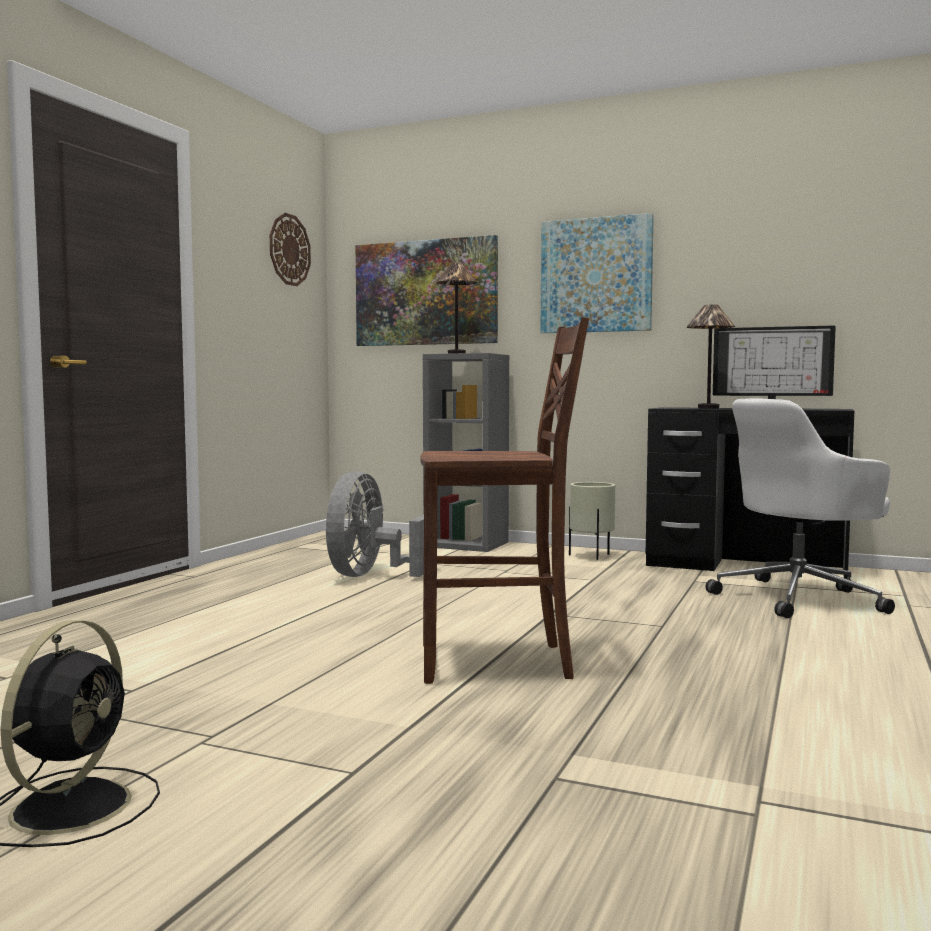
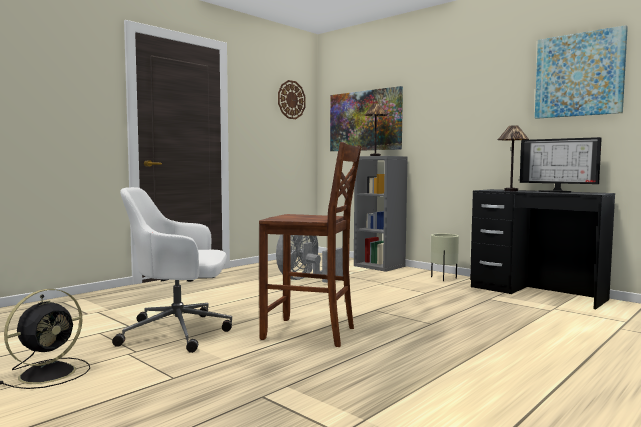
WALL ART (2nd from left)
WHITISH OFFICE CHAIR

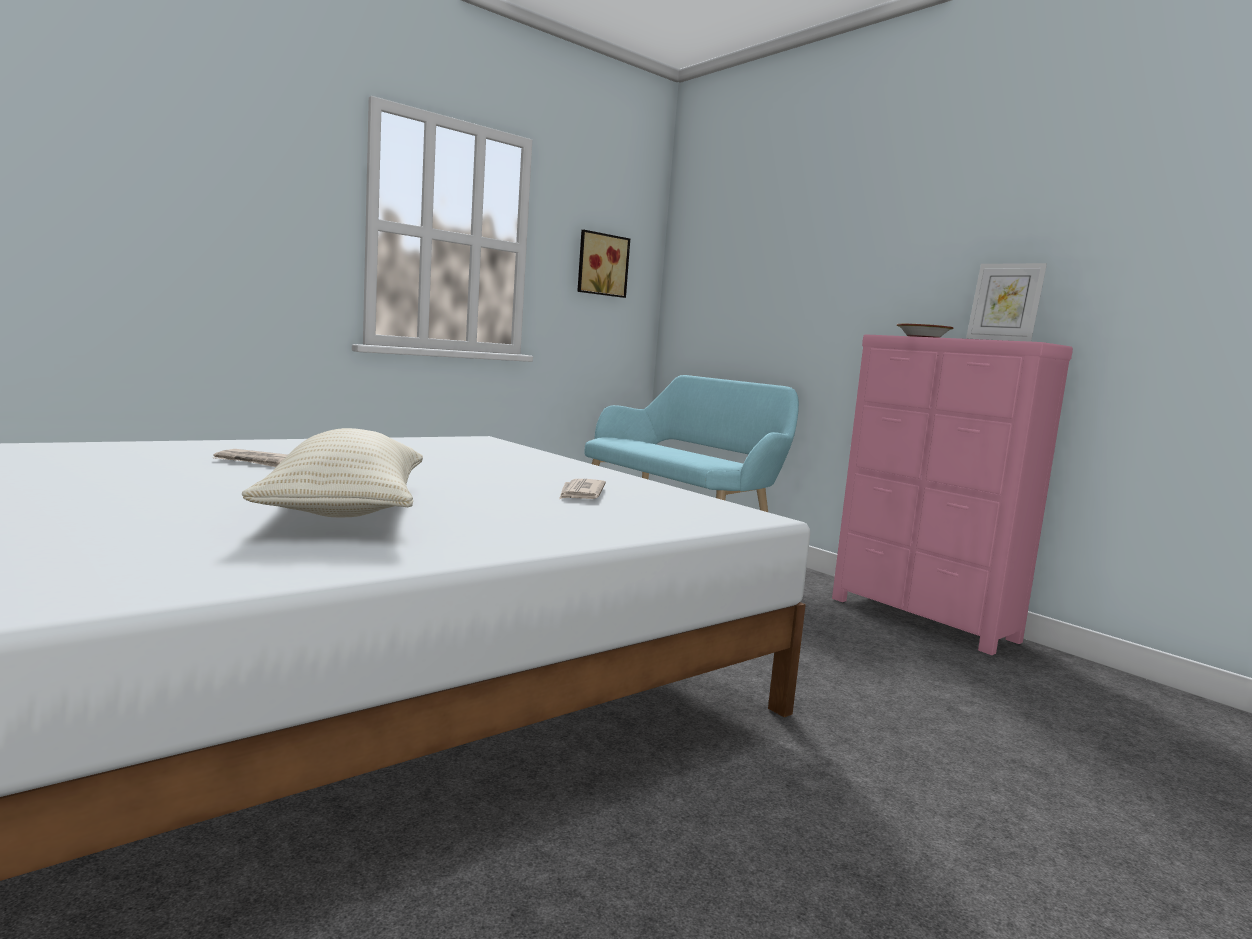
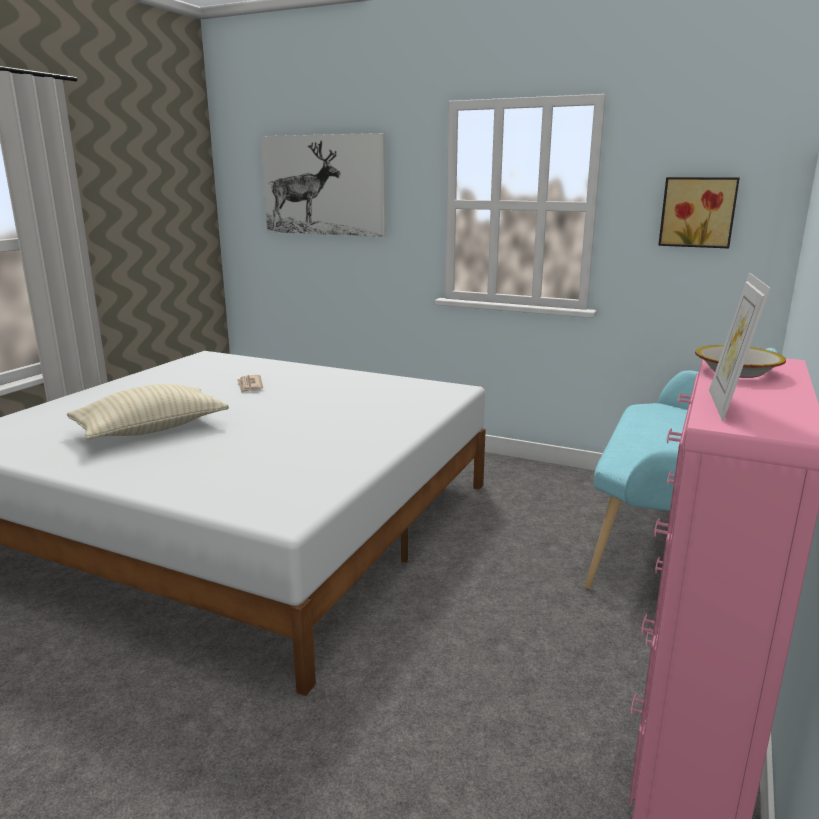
DAILY PAPER (2nd from left in the first image)
WALL ART (1st from left)

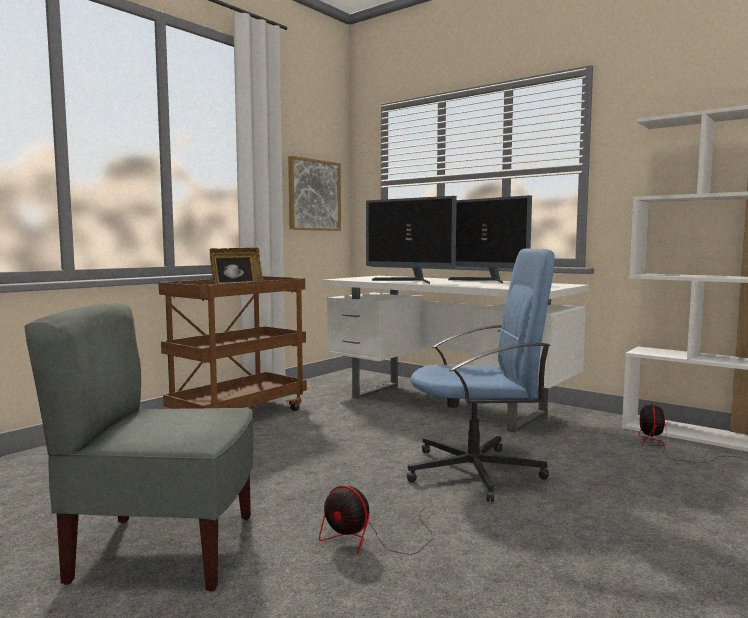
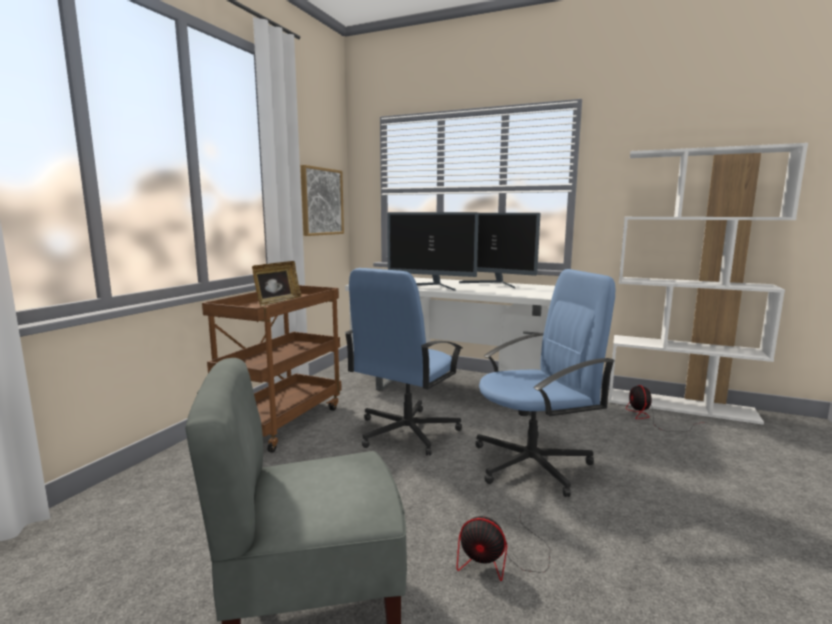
BLUE OFFICE CHAIR (1st from left)

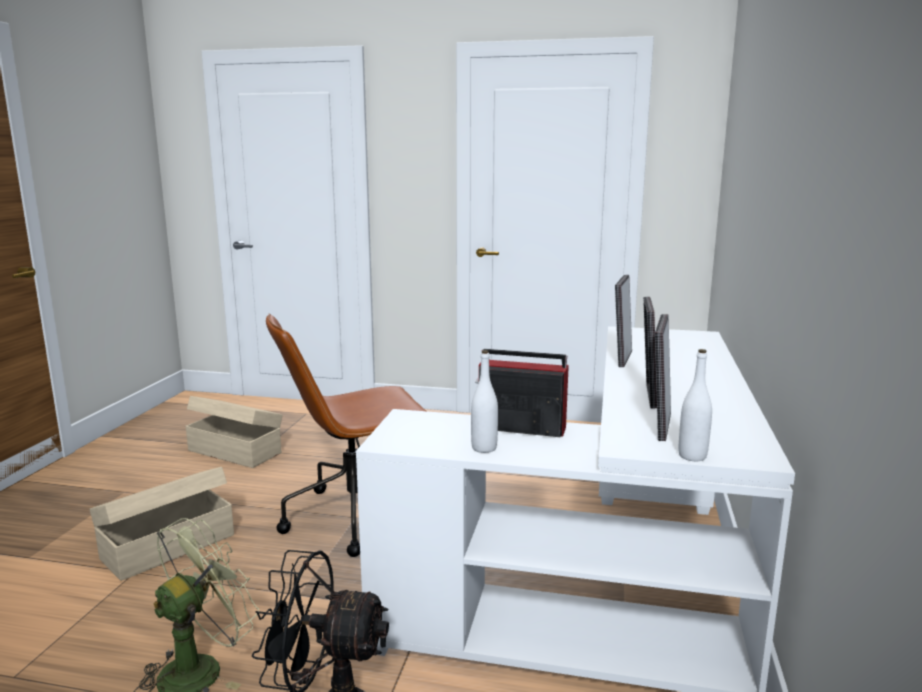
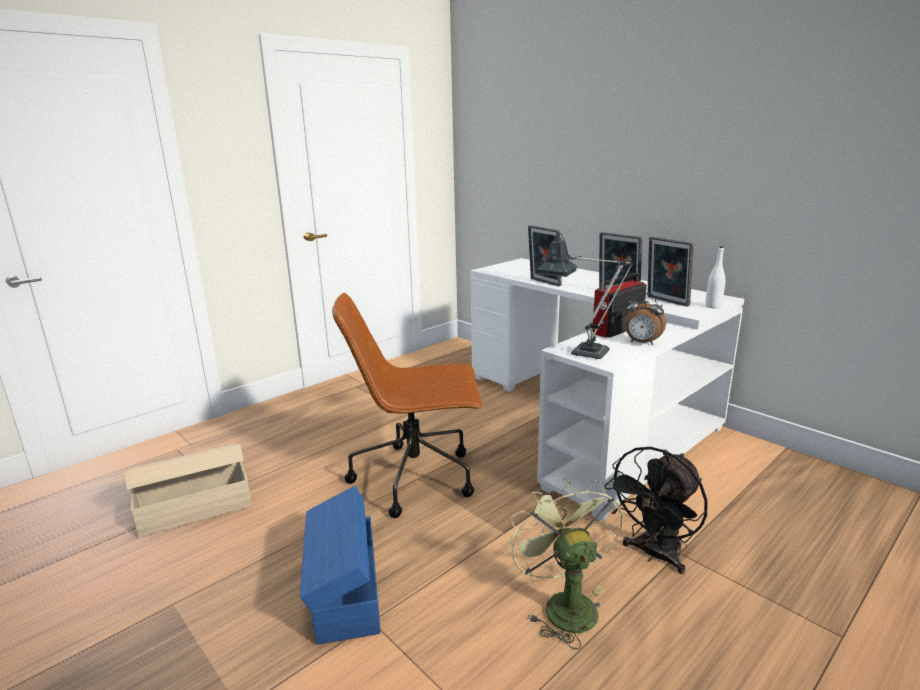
LAMP FOR A TABLE
BEDSIDE CLOCK
BLUE STORAGE BOX
BROWN OFFICE CHAIR

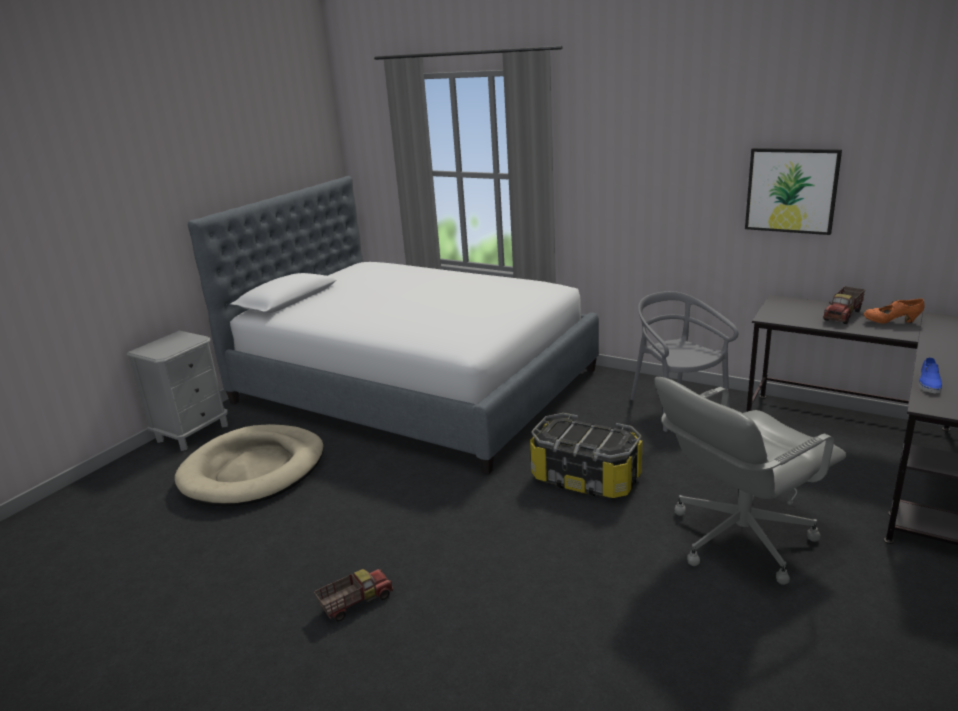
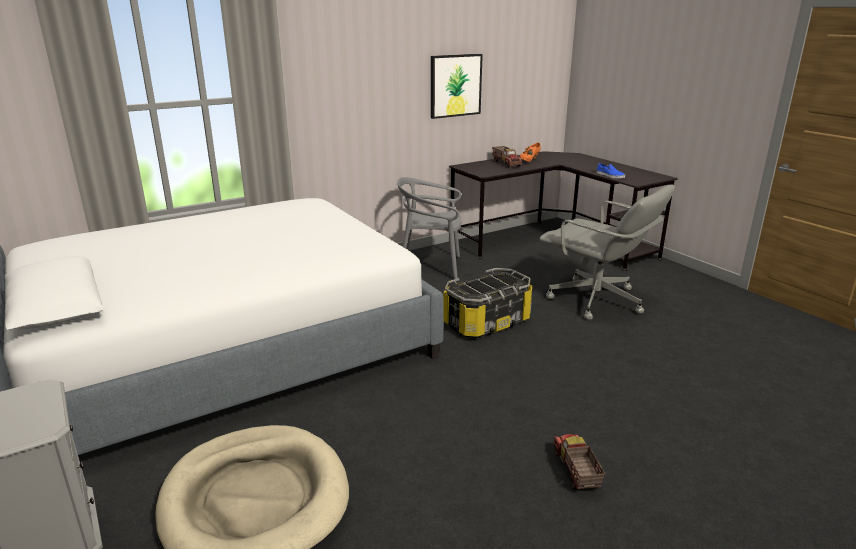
GREY OFFICE CHAIR

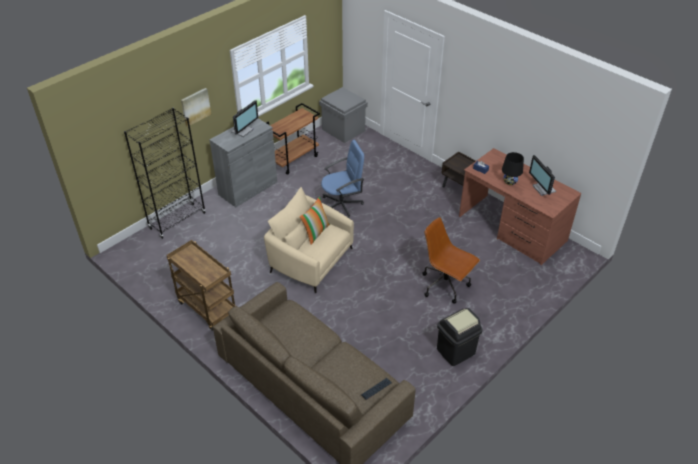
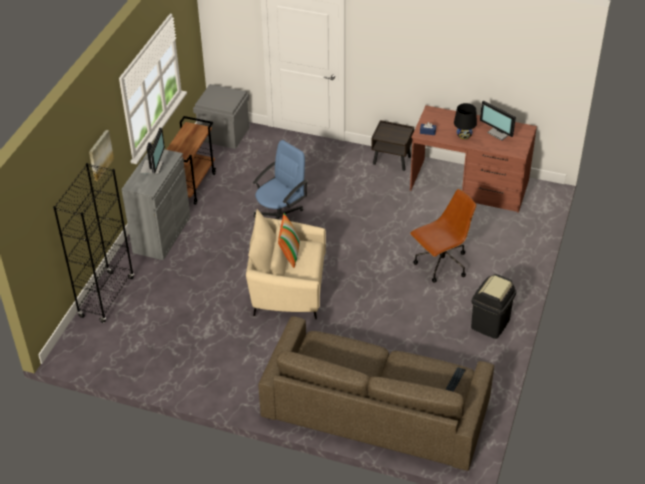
BROWN WHEELED CART (1st from left in the first image)
BROWN OFFICE CHAIR

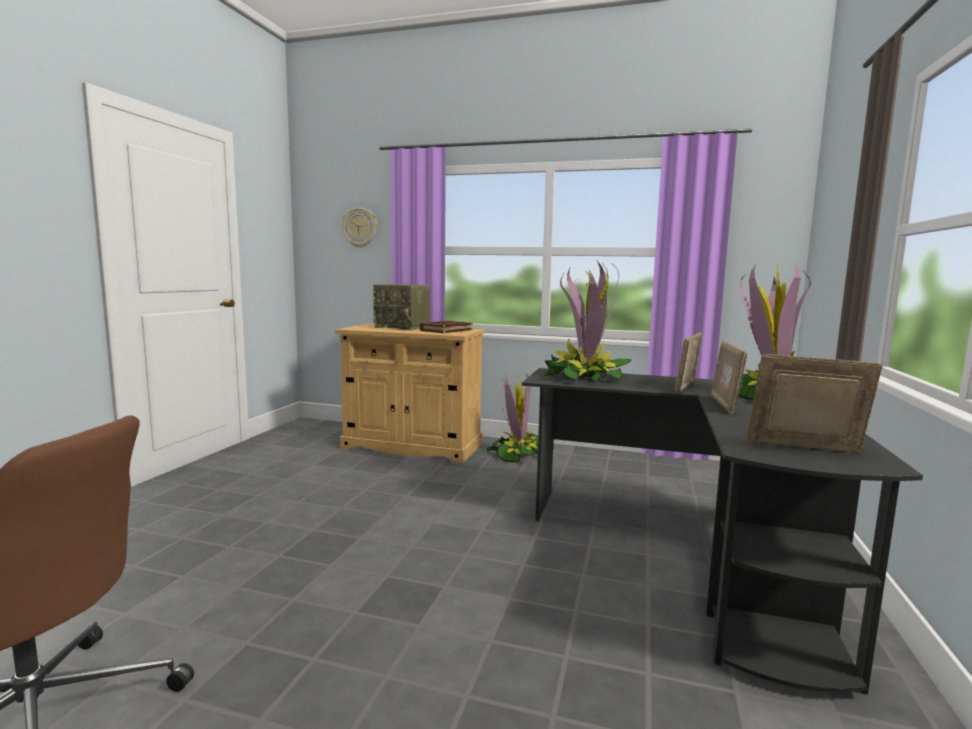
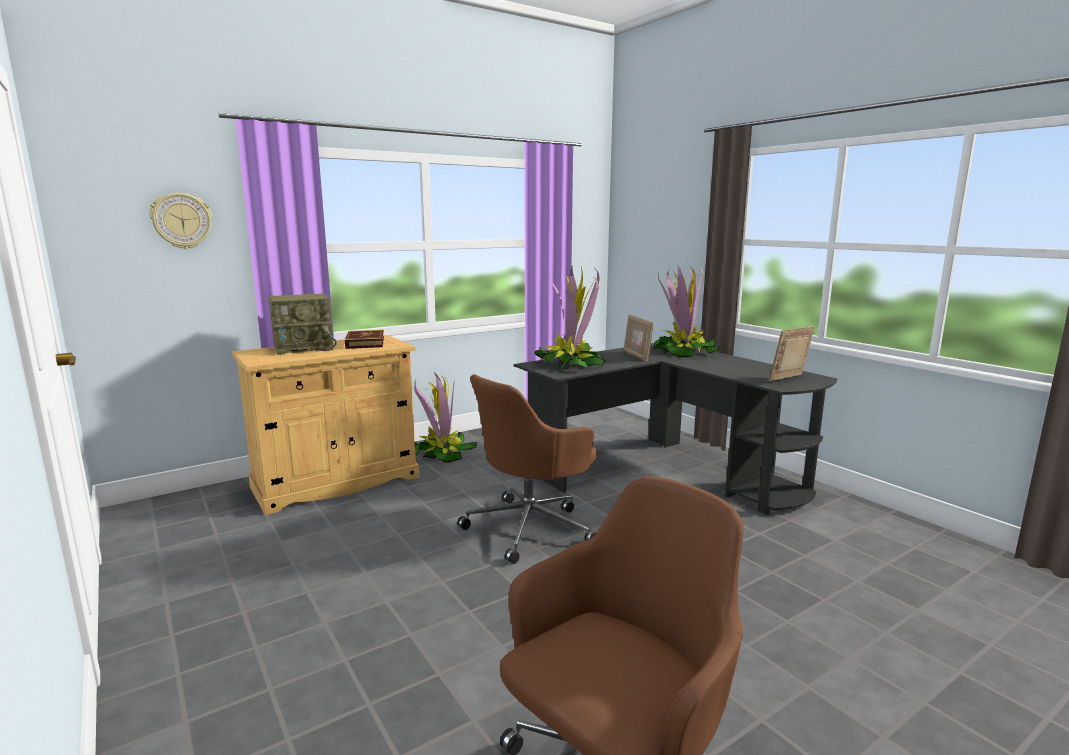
PHOTO FRAME (2nd from left in the first image)
BROWN OFFICE CHAIR (1st from left)

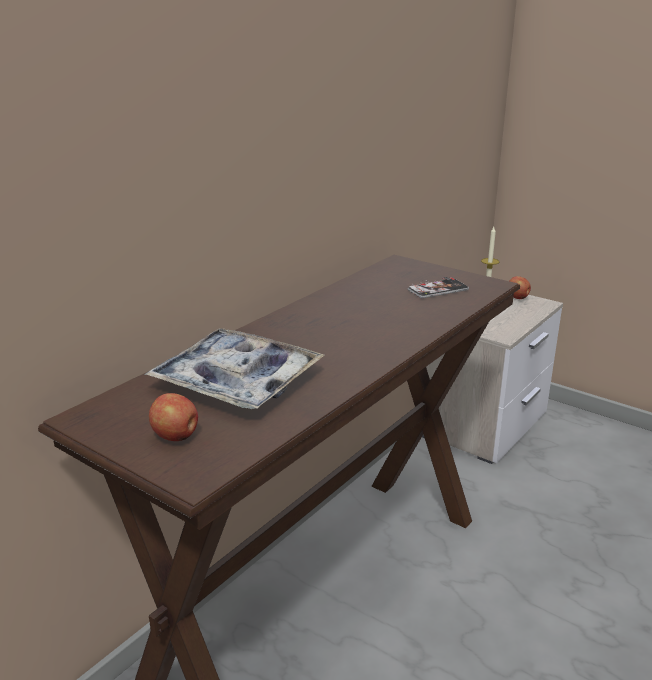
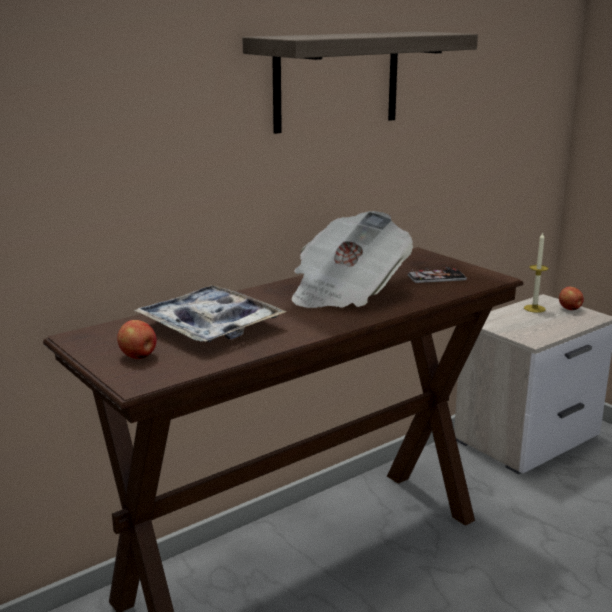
WALL SHELF
DAILY PAPER

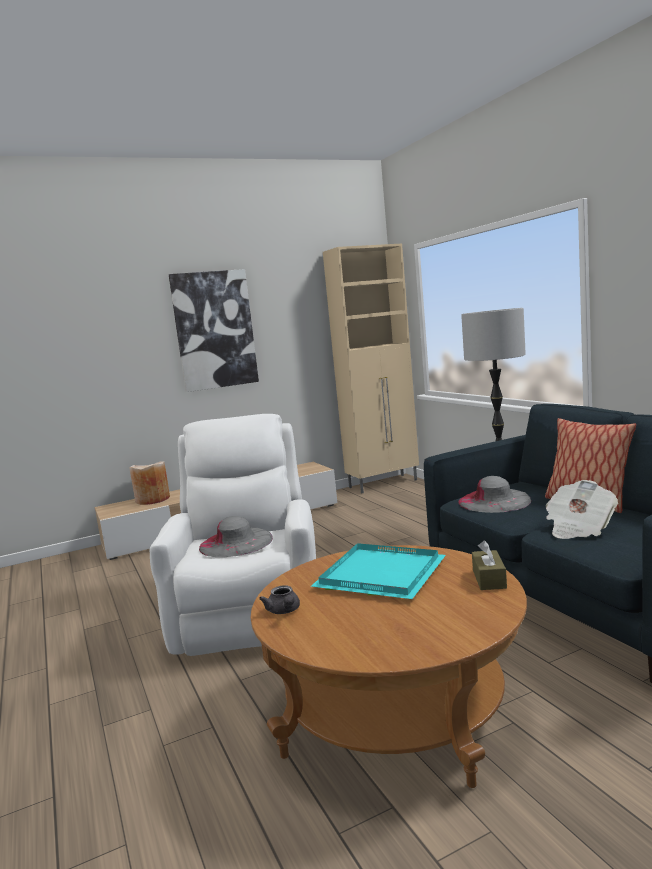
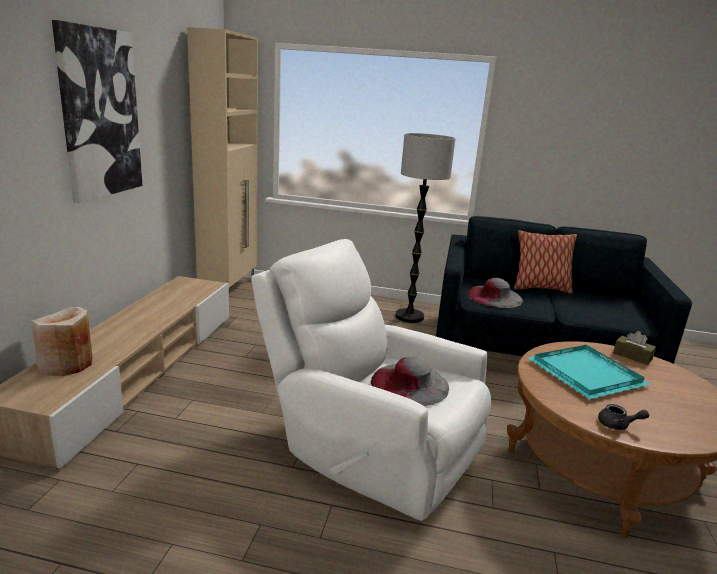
DAILY PAPER

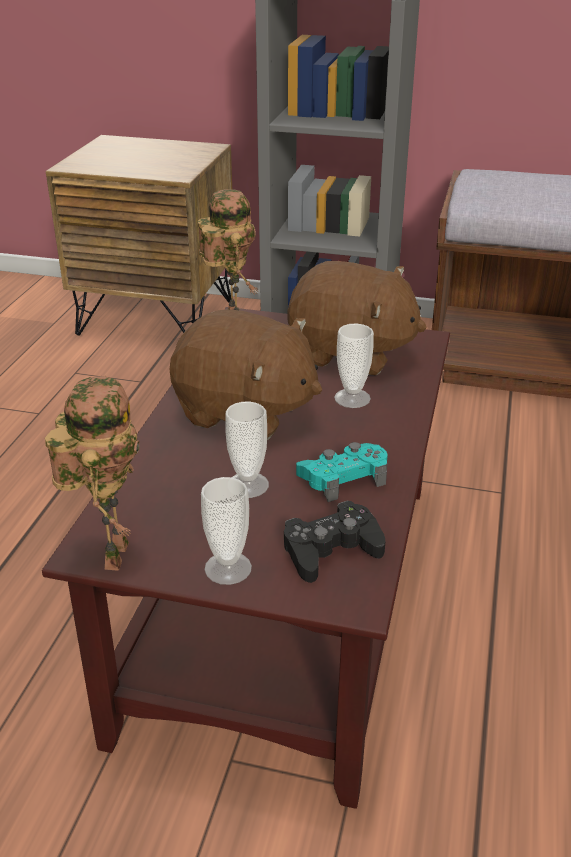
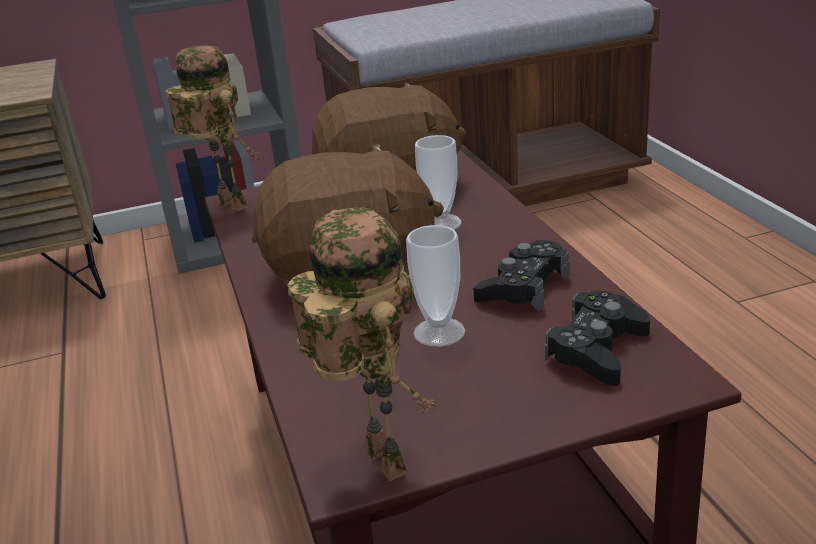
SMALL CUP (1st from left in the first image)
BLACK GAME CONTROLLER (1st from left)

